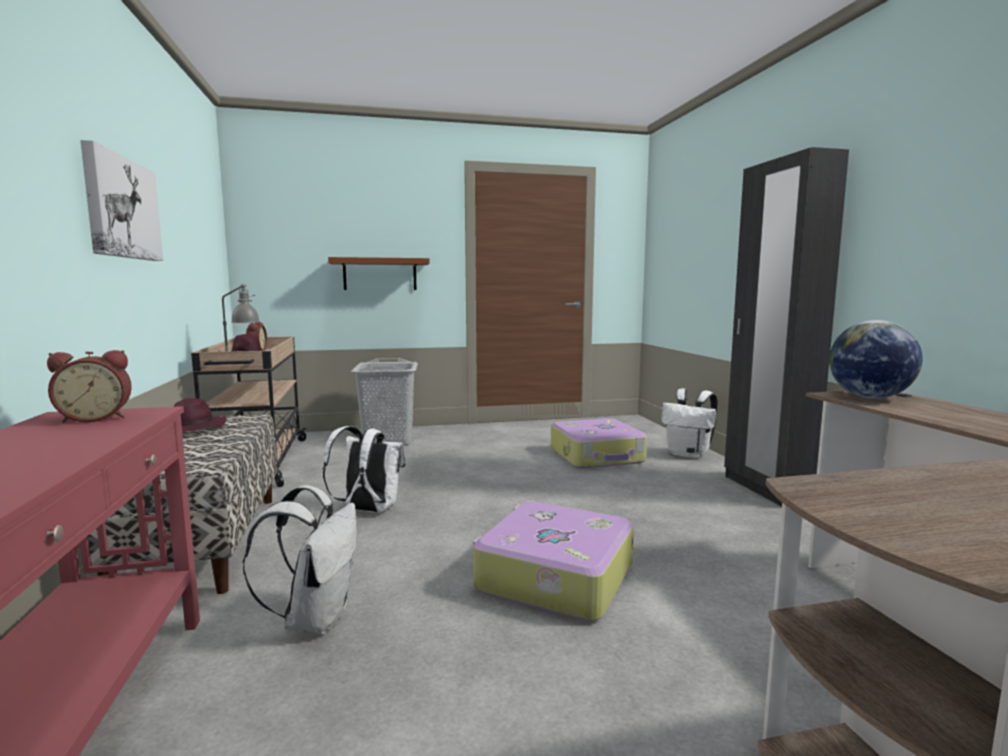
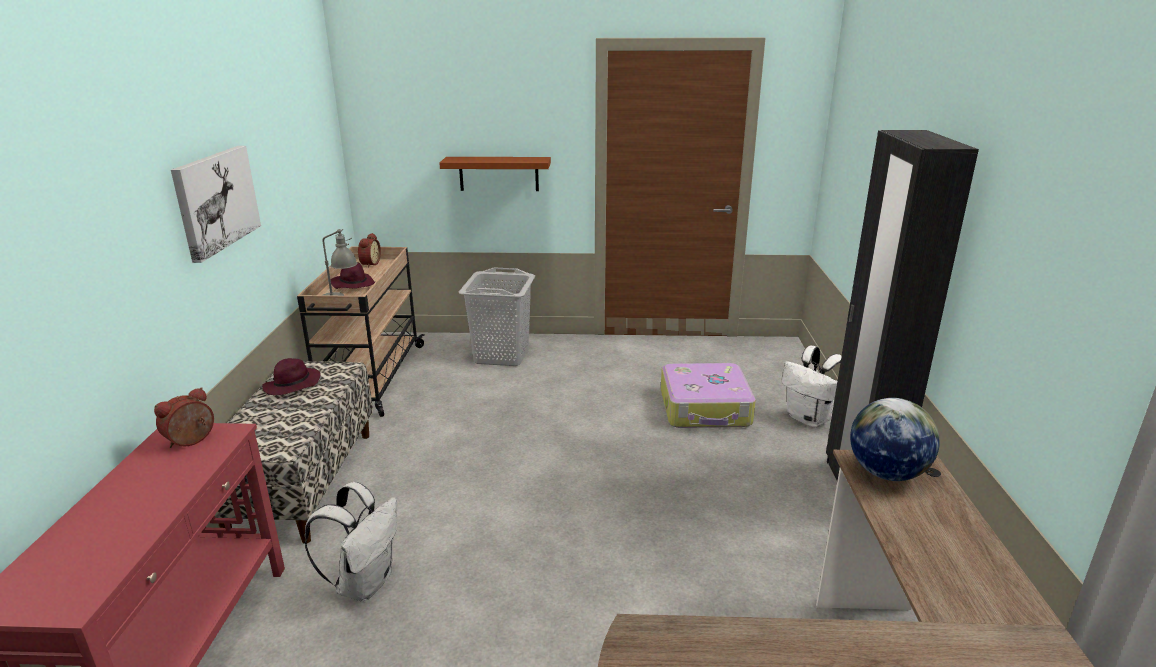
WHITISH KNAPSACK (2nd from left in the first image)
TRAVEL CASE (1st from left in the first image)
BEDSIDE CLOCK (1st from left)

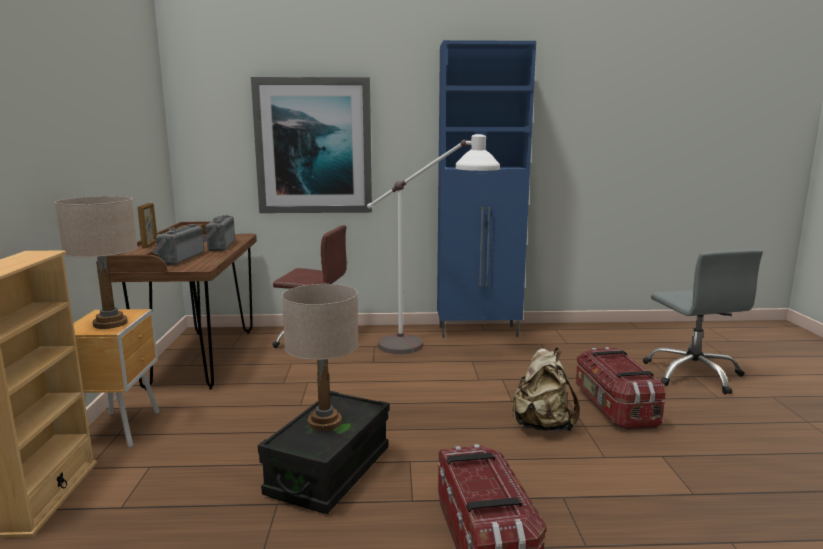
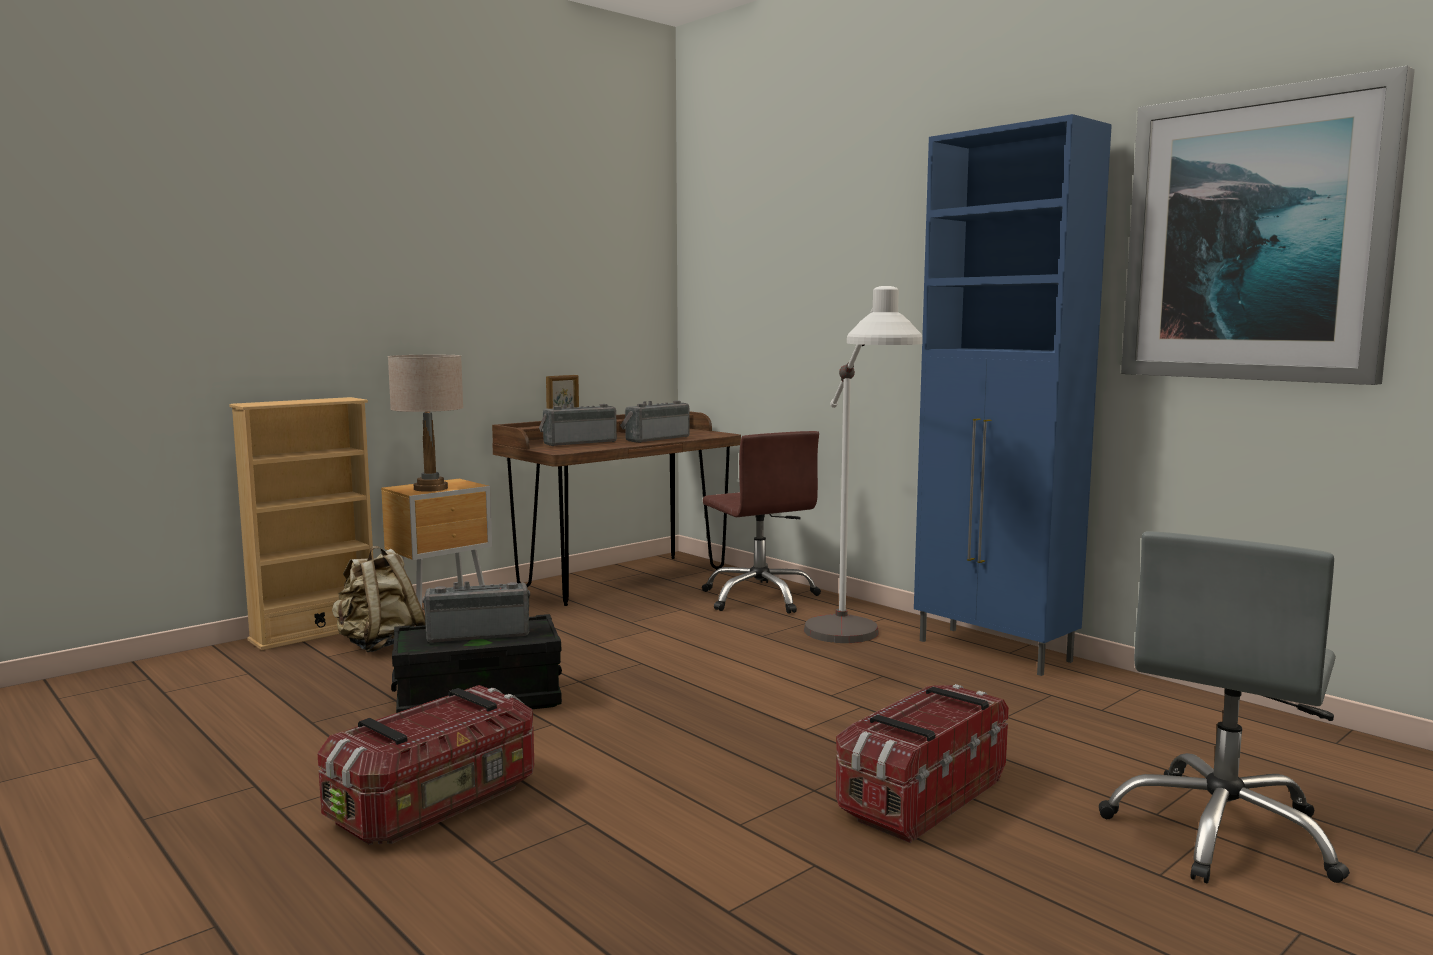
WALL ART
BEIGE KNAPSACK
RADIO SET (1st from left)

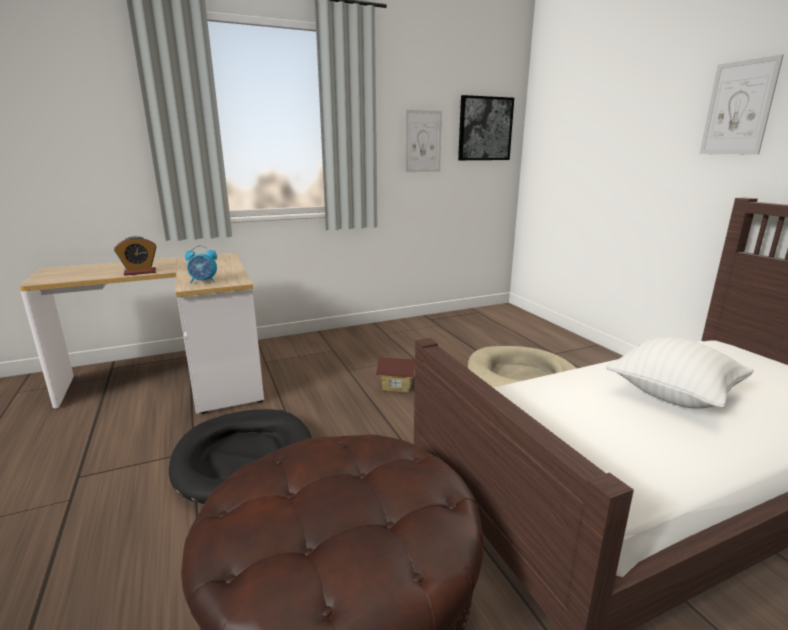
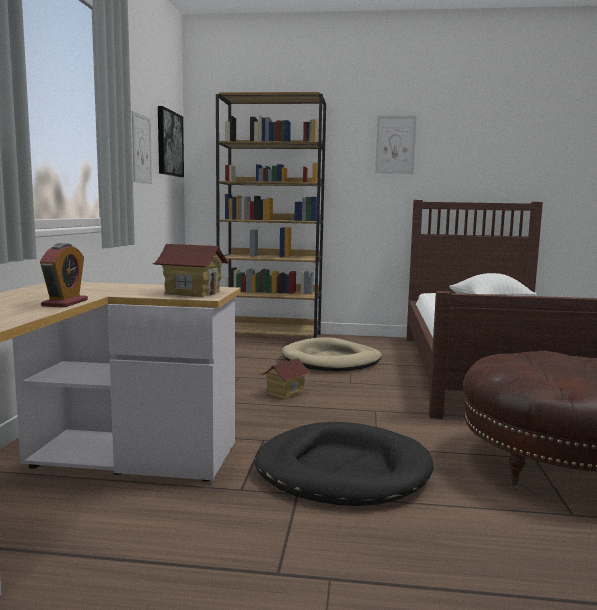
BROWN SHELVING UNIT
MODEL HOUSE (1st from left)

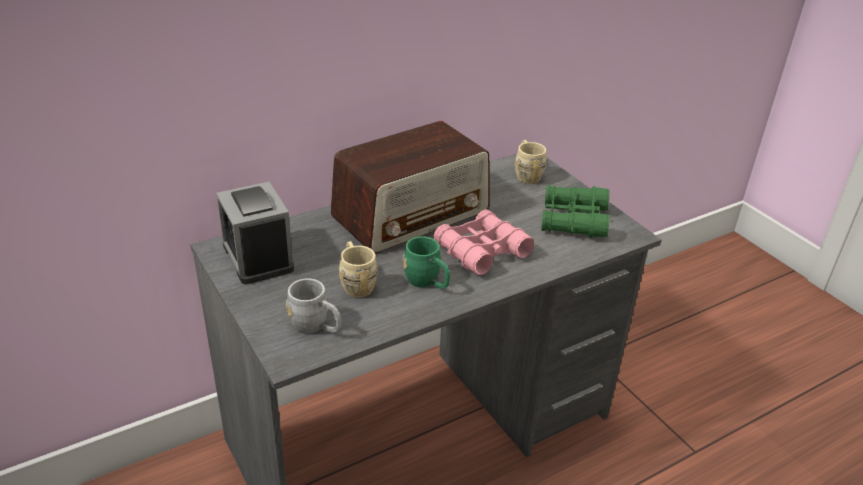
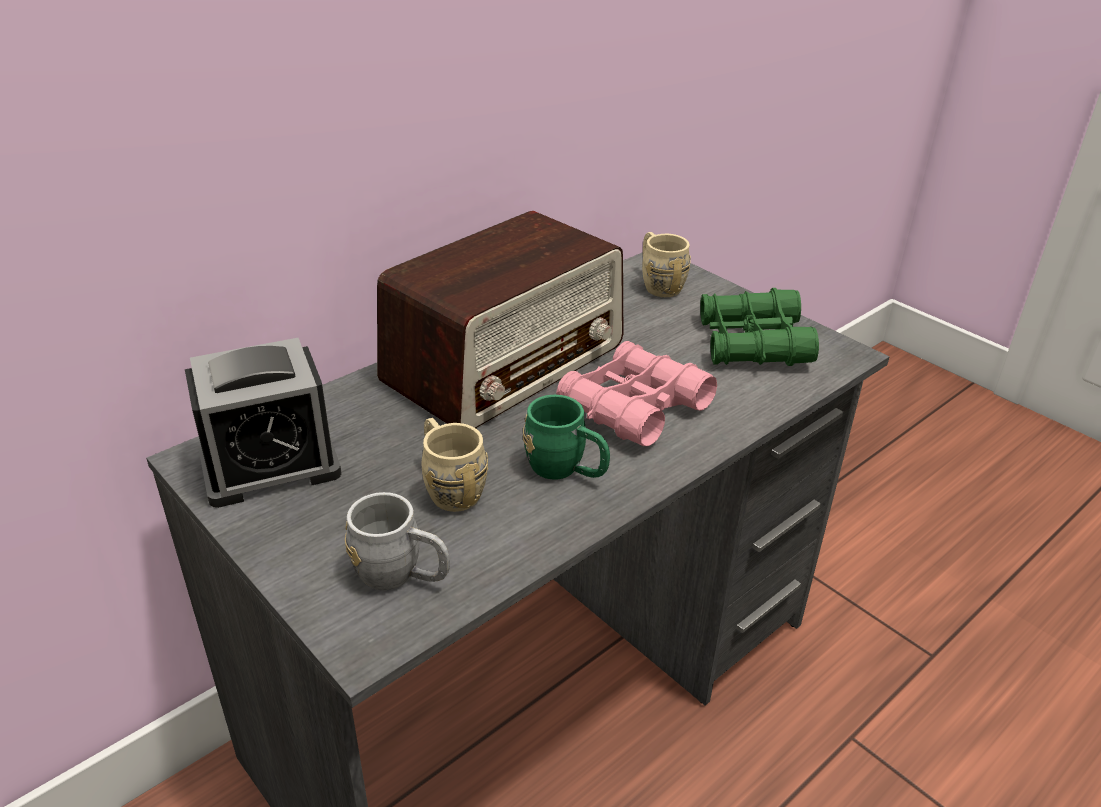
BEDSIDE CLOCK

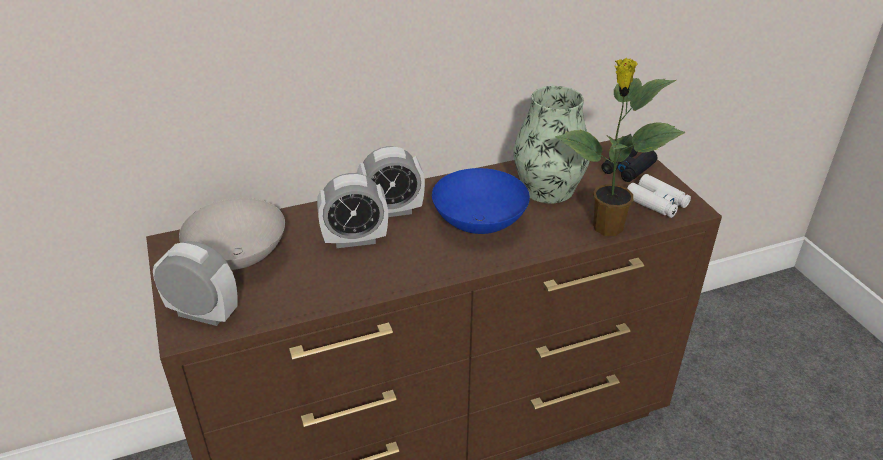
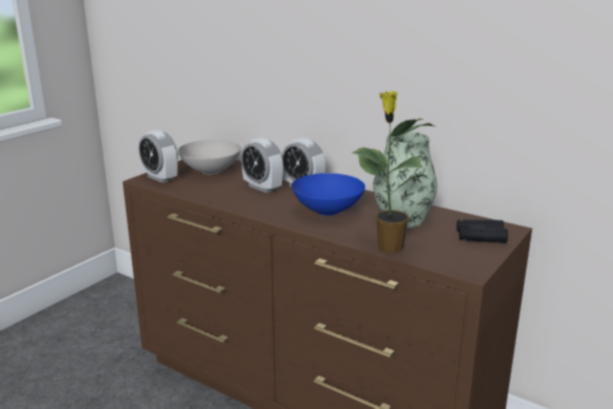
WHITISH FIELD GLASSES
BEDSIDE CLOCK (1st from left)

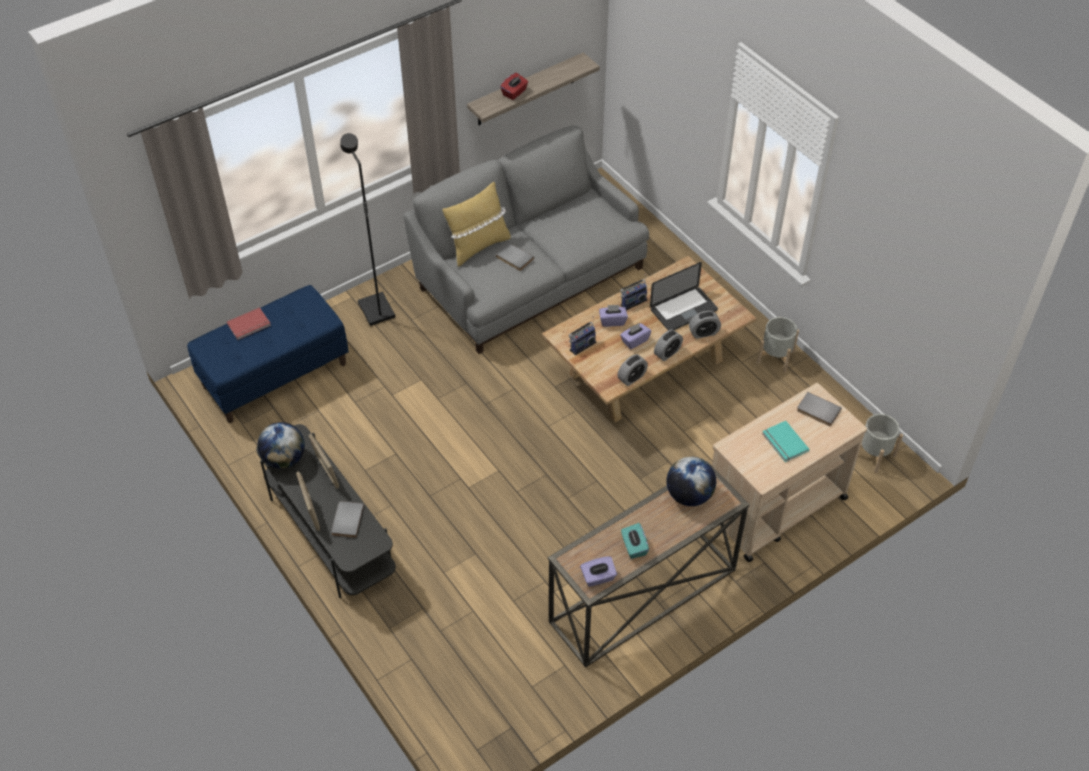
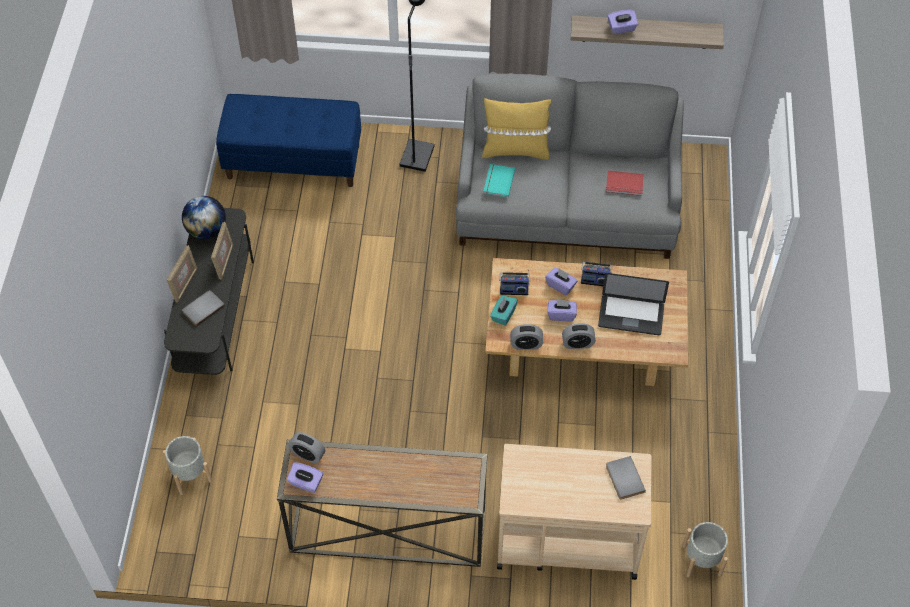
GREY VOLUME (2nd from left in the first image)
GLOBE (2nd from left in the first image)
RED-COLOURED VOLUME
TURQUOISE TISSUE BOX
BEDSIDE CLOCK (1st from left)
GREY PLANTER (1st from left)
TURQUOISE VOLUME
PURPLE-COLOURED TISSUE BOX (4th from left)

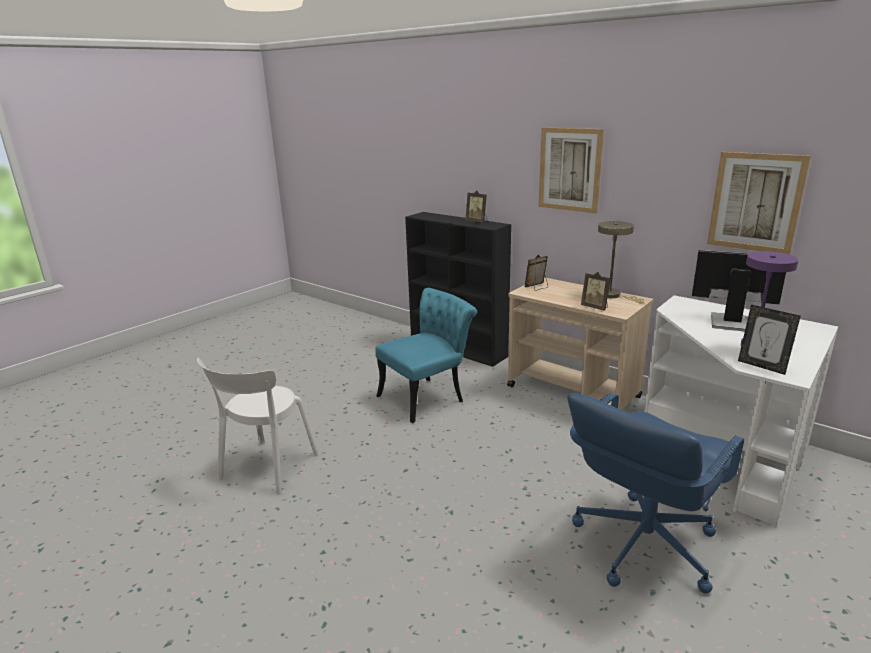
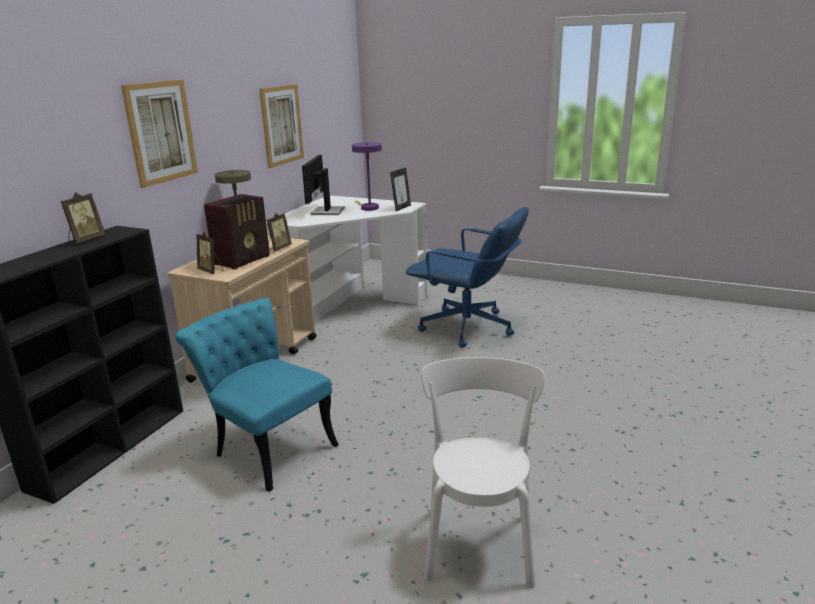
RADIO SET
WHITISH PLAIN CHAIR

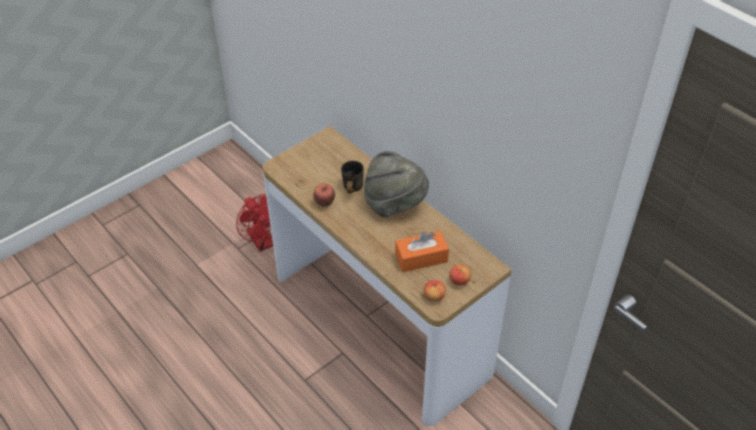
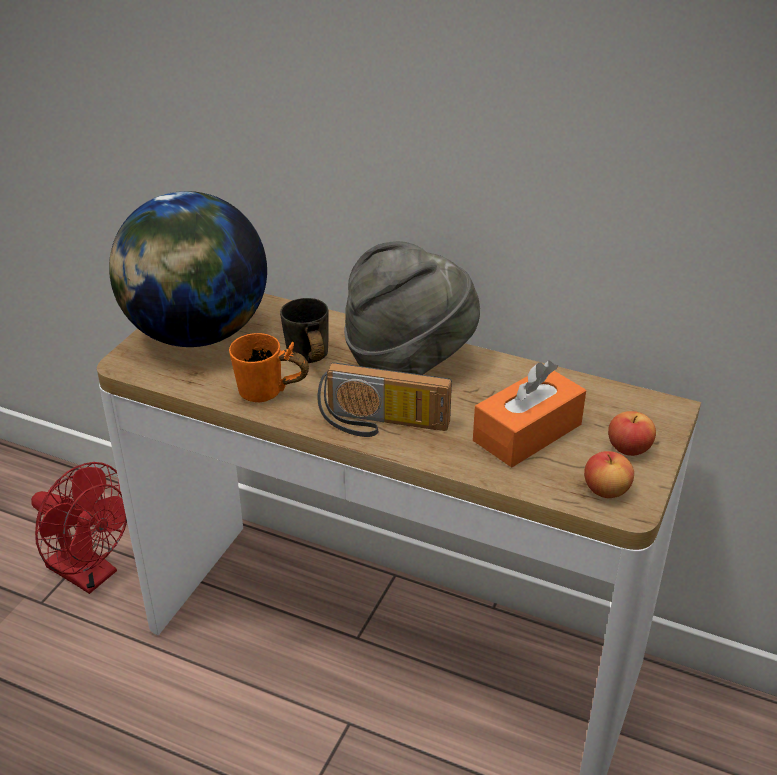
GLOBE
RADIO SET
ORANGE-COLOURED TEA MUG

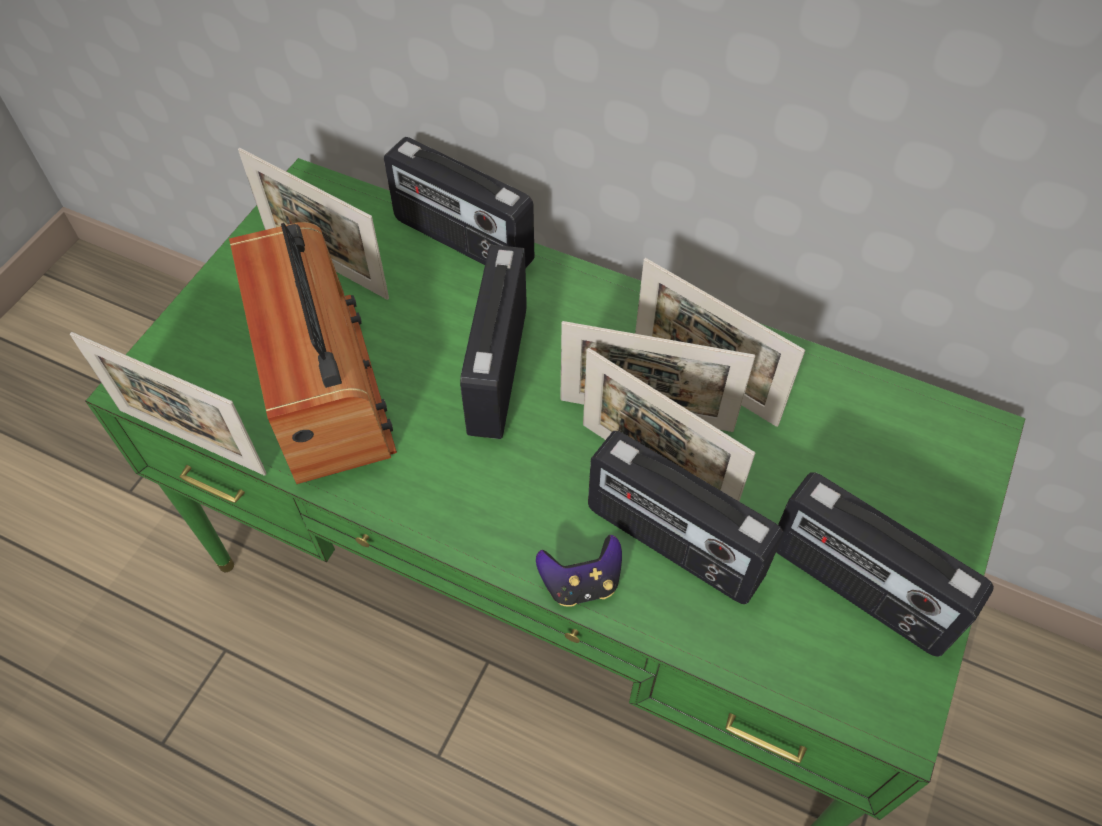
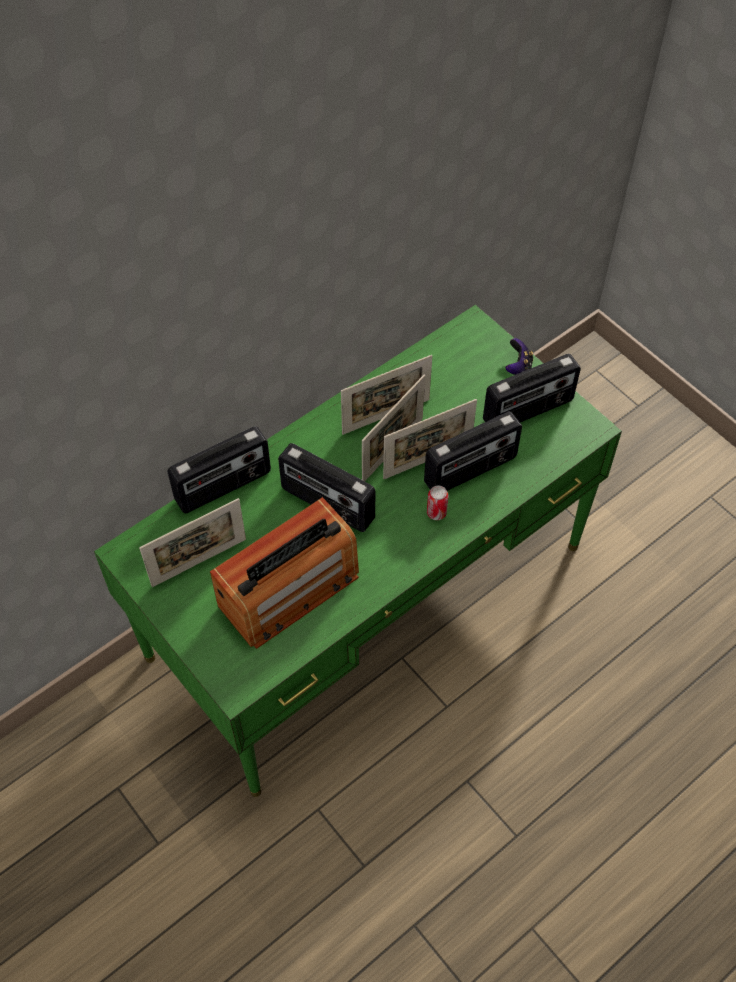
PHOTO FRAME (1st from left in the first image)
METAL CAN
GAME CONTROLLER
RADIO SET (2nd from left)

